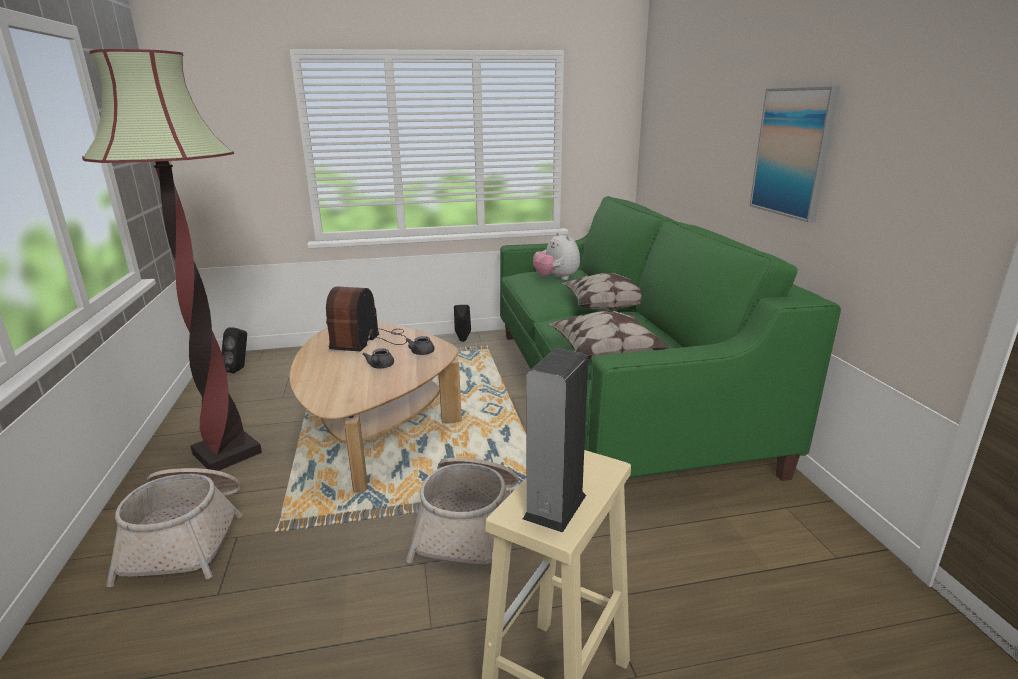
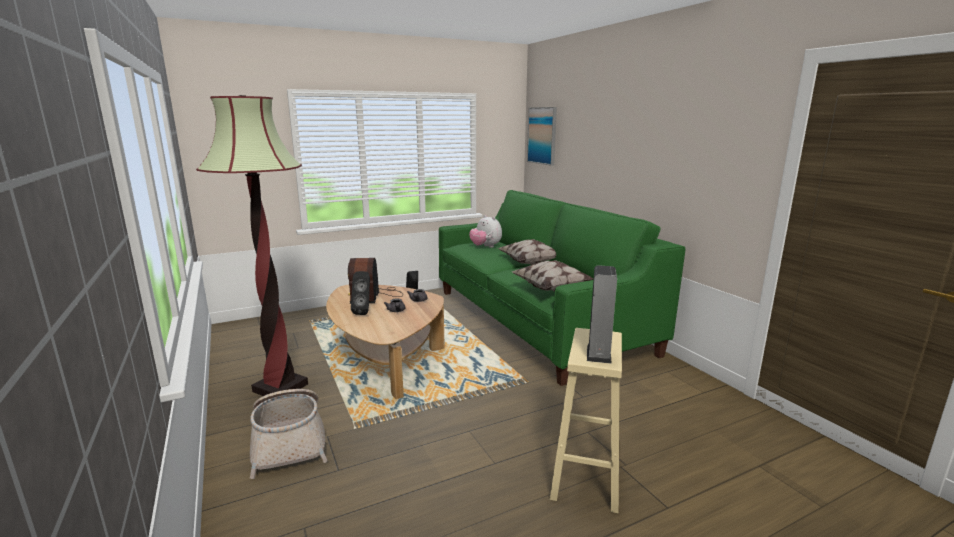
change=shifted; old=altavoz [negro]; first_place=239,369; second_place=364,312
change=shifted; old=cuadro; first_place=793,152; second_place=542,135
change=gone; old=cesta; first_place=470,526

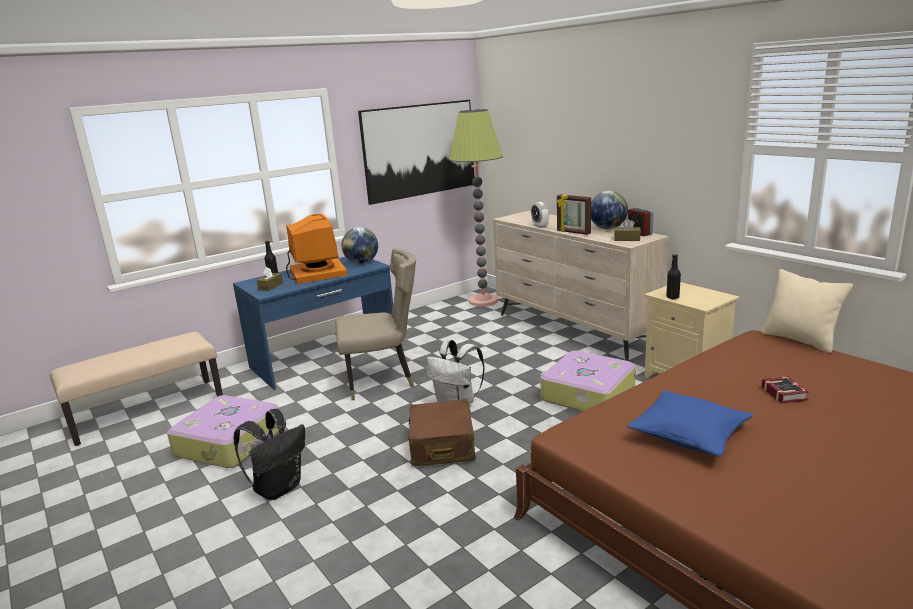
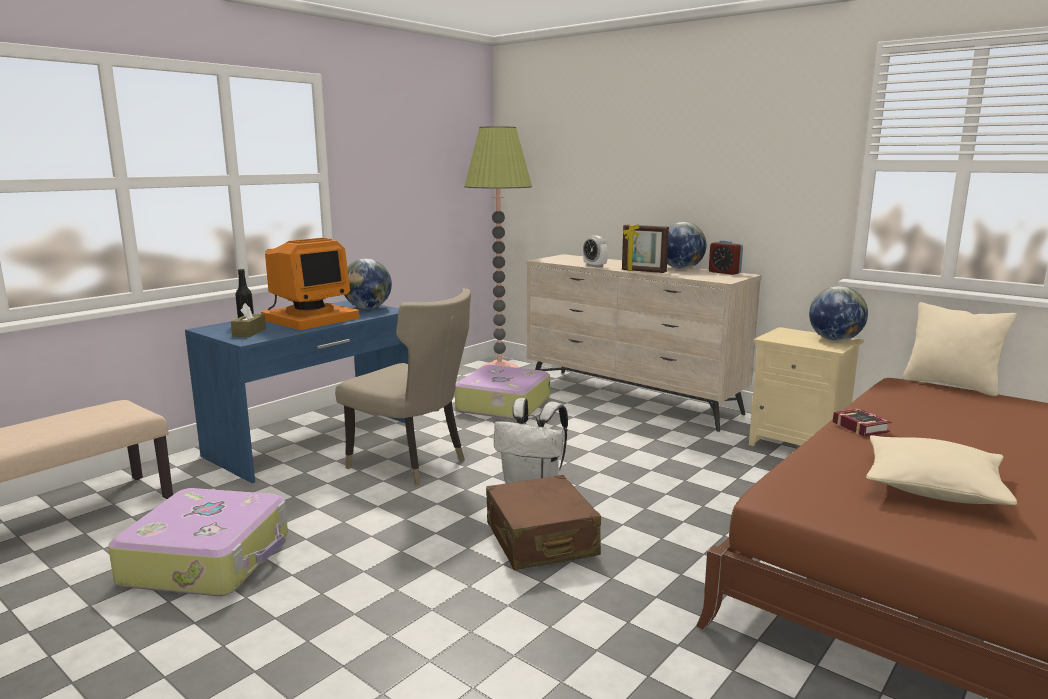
change=rotated; old=monitor; first_place=317,273; second_place=310,318; degrees=75
change=rotated; old=silla [beis]; first_place=383,380; second_place=412,463; degrees=60
change=shifted; old=maleta; first_place=586,394; second_place=502,405
change=new; new=globo terráqueo; second_place=835,340
change=shifted; old=libro; first_place=784,392; second_place=860,426
change=repainted; old=cojín [azul]; new=cojín [beis]; first_place=689,435; second_place=933,487
change=gone; old=mochila [negro]; first_place=278,488
change=gone; old=cuadro; first_place=420,150
change=gone; old=caja de pañuelos [marrón]; first_place=627,239
change=gone; old=botella [negro]; first_place=672,297

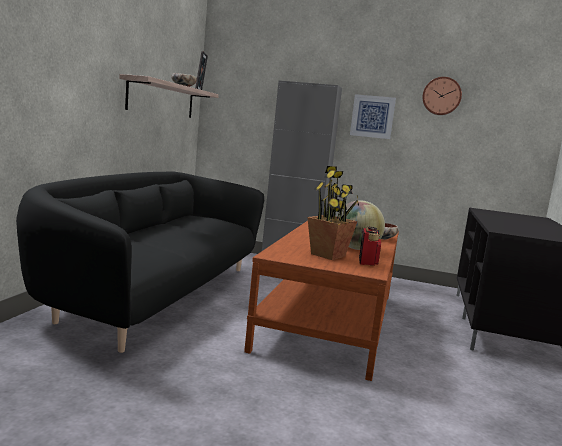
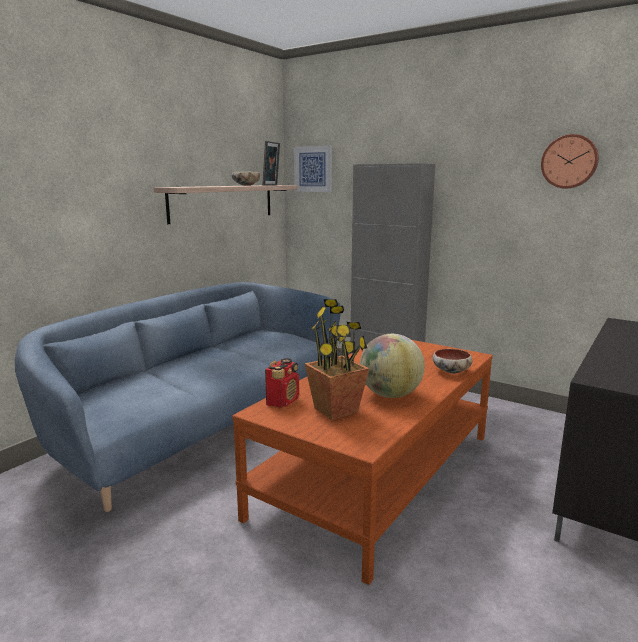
change=repainted; old=sofá [negro]; new=sofá [azul]; first_place=156,293; second_place=200,426
change=shifted; old=radio; first_place=367,262; second_place=283,401
change=shifted; old=cuadro; first_place=372,116; second_place=313,169

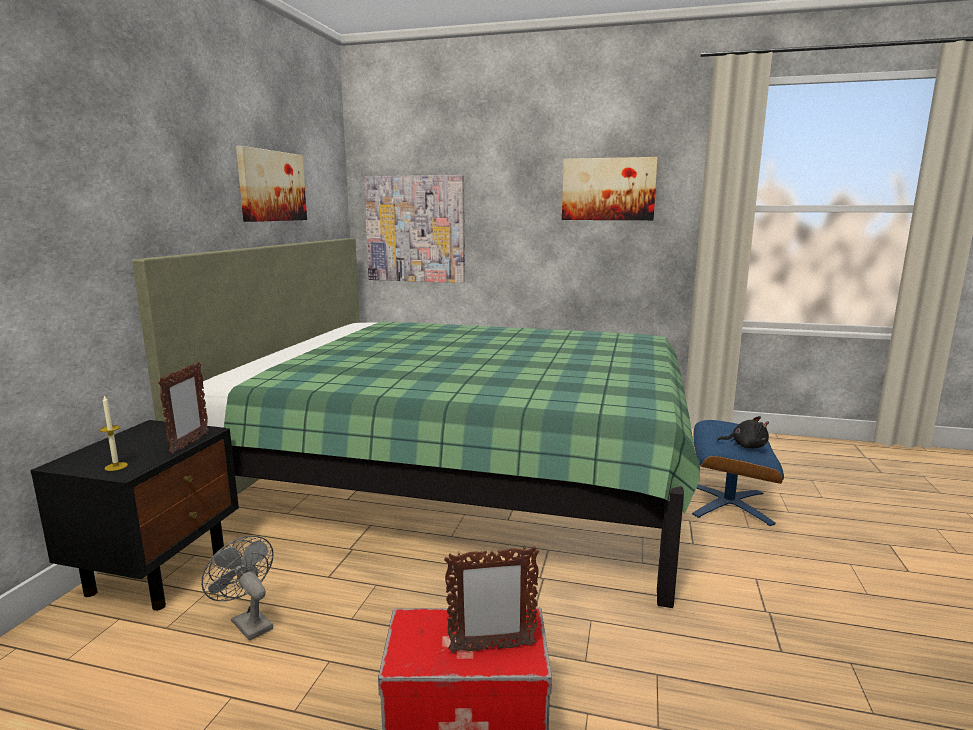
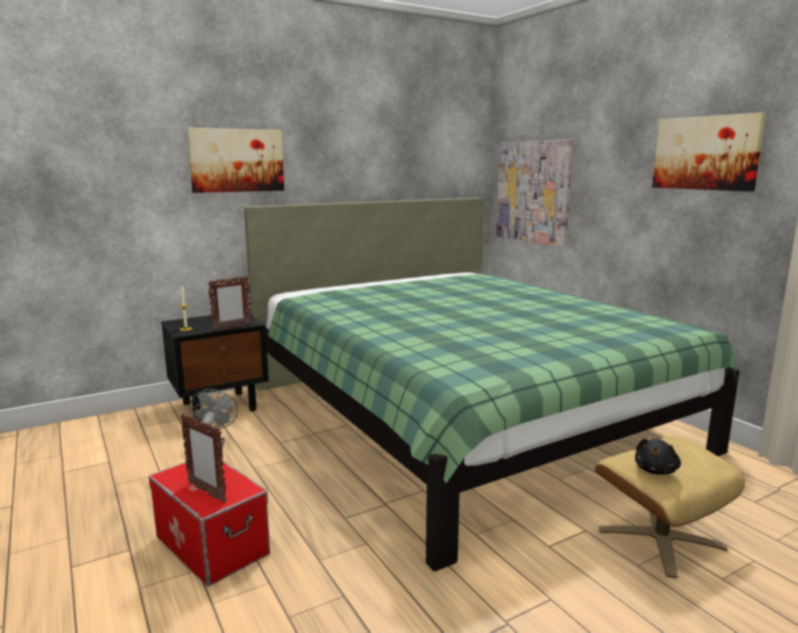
change=shifted; old=cuadro; first_place=271,186; second_place=237,160
change=repainted; old=puf [azul]; new=puf [beis]; first_place=728,503; second_place=660,538
change=rotated; old=peluche [negro]; first_place=745,446; second_place=656,470; degrees=60

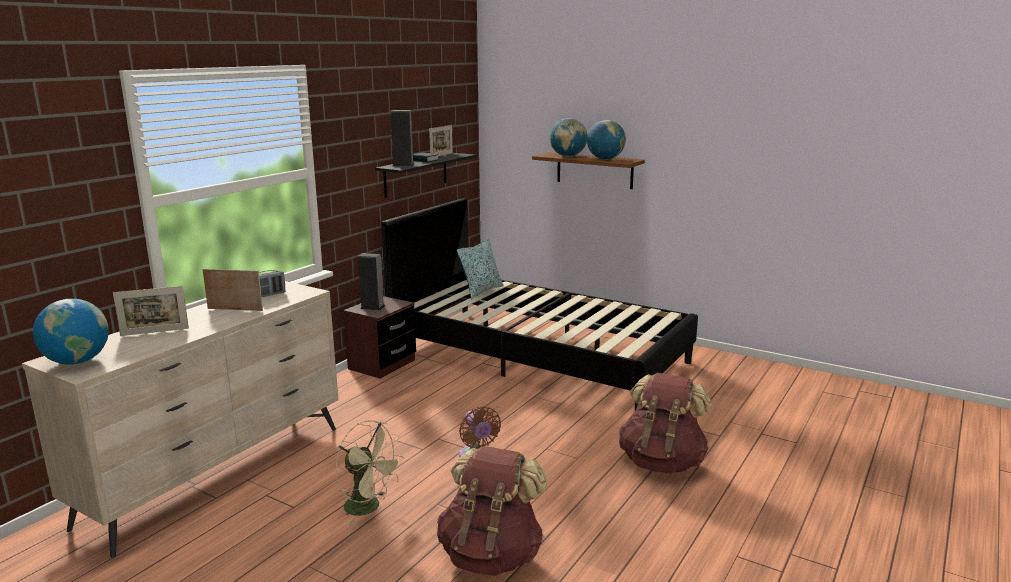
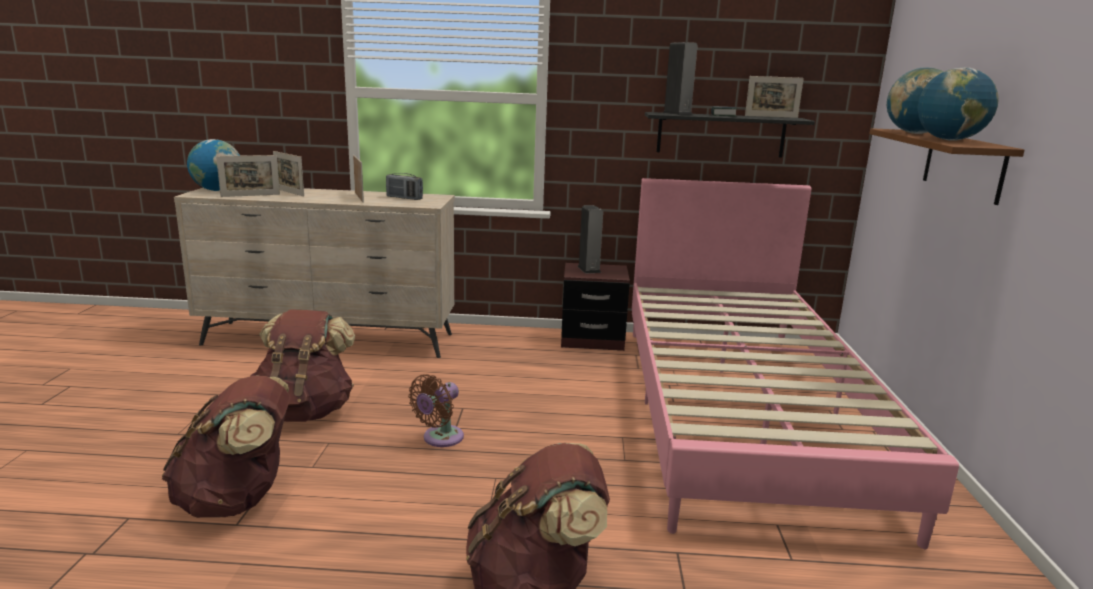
change=new; new=portarretratos; second_place=250,195
change=swapped; old=ventilador [beis]; new=mochila [marrón]; first_place=369,508; second_place=305,412
change=repainted; old=cama [negro]; new=cama [rosa]; first_place=537,355; second_place=740,411
change=gone; old=cojín; first_place=481,291

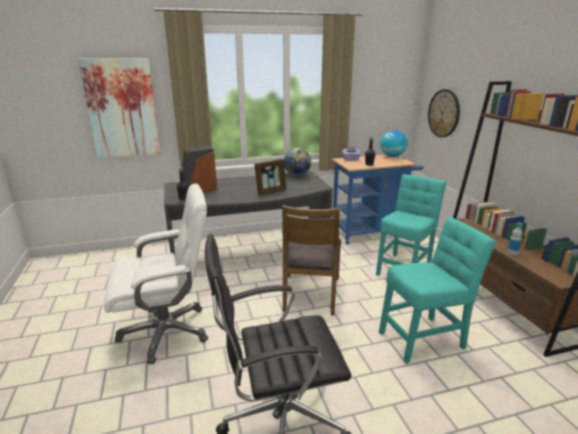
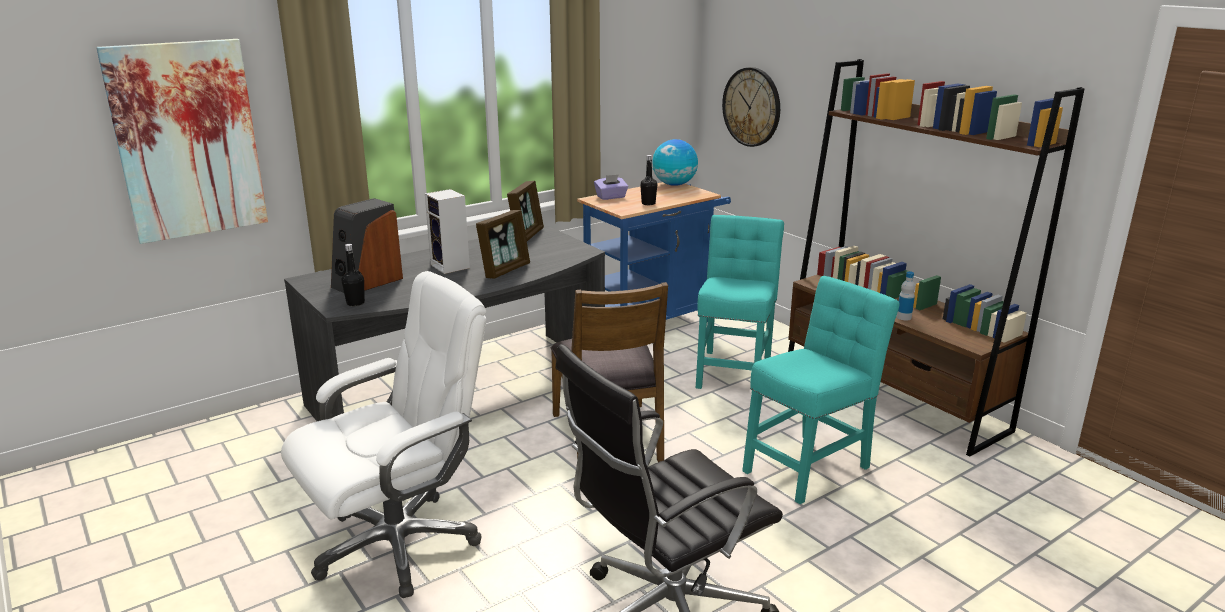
change=new; new=altavoz; second_place=451,267
change=swapped; old=globo terráqueo; new=portarretratos; first_place=297,175; second_place=527,235

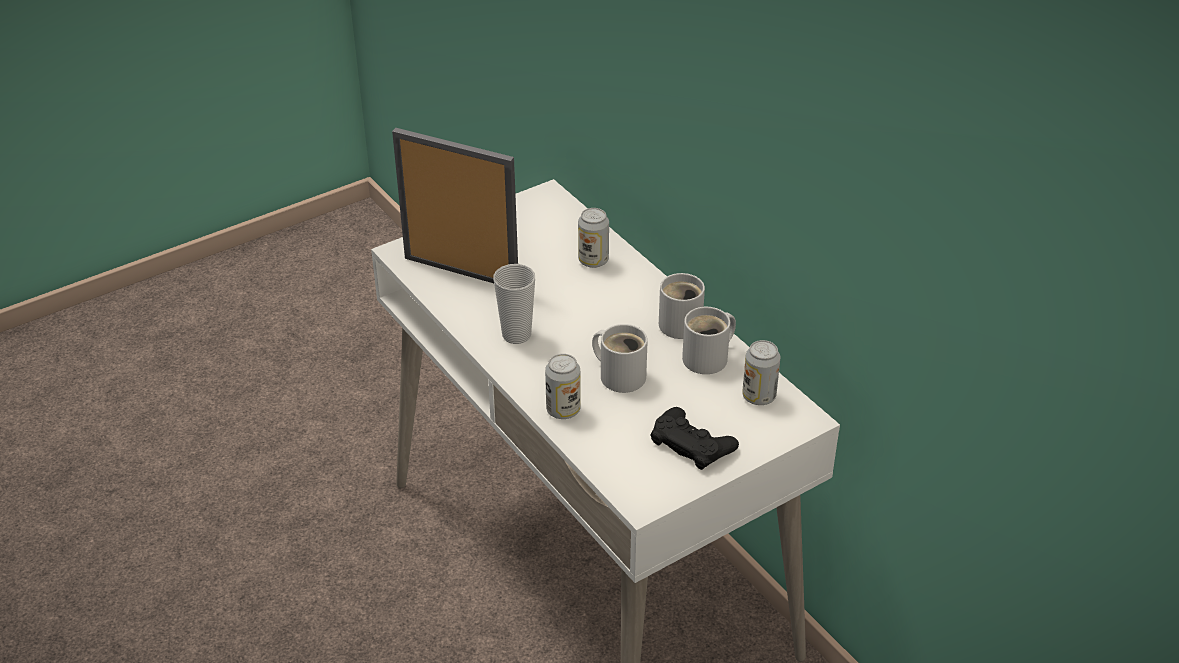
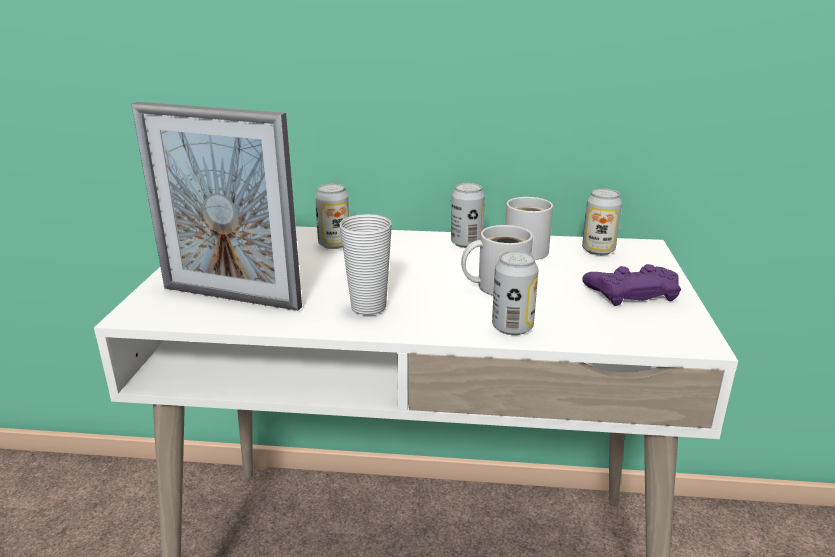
change=rotated; old=portarretratos; first_place=461,271; second_place=231,297; degrees=-135
change=swapped; old=taza grande [blanco]; new=lata; first_place=681,322; second_place=466,243
change=repainted; old=mando de consola [negro]; new=mando de consola [morado]; first_place=692,444; second_place=631,292

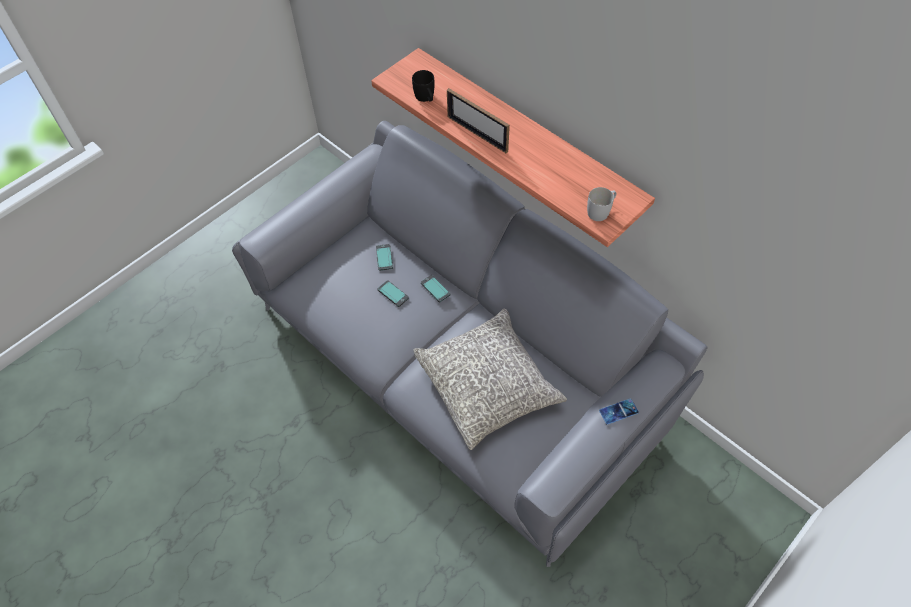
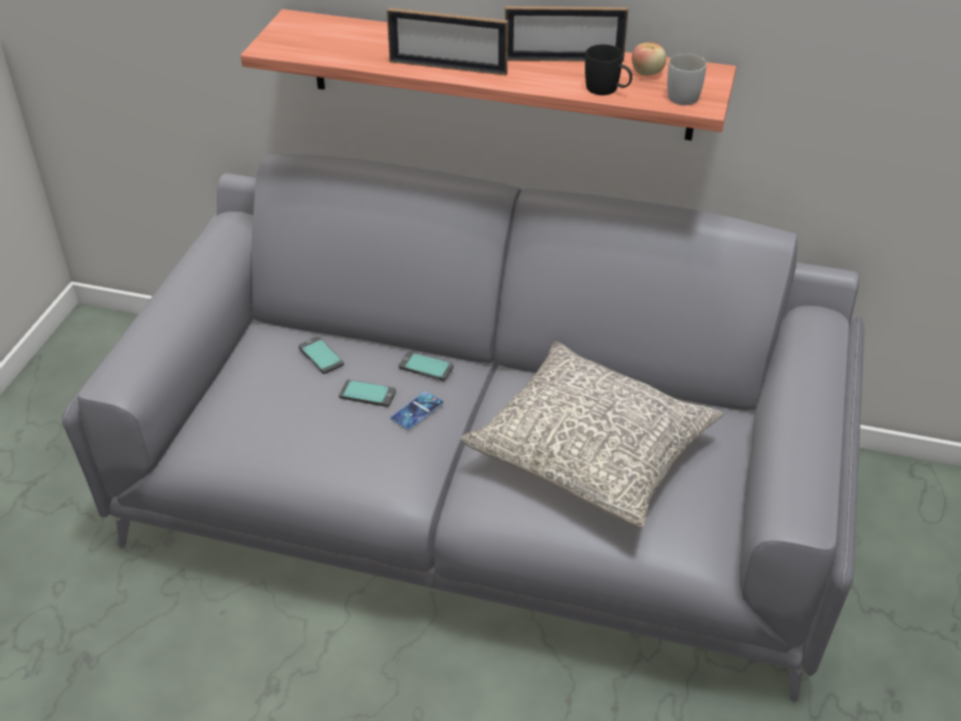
change=shifted; old=móvil; first_place=618,411; second_place=417,411
change=new; new=portarretratos; second_place=563,60
change=shifted; old=taza grande [negro]; first_place=426,98; second_place=607,90
change=new; new=manzana; second_place=647,73

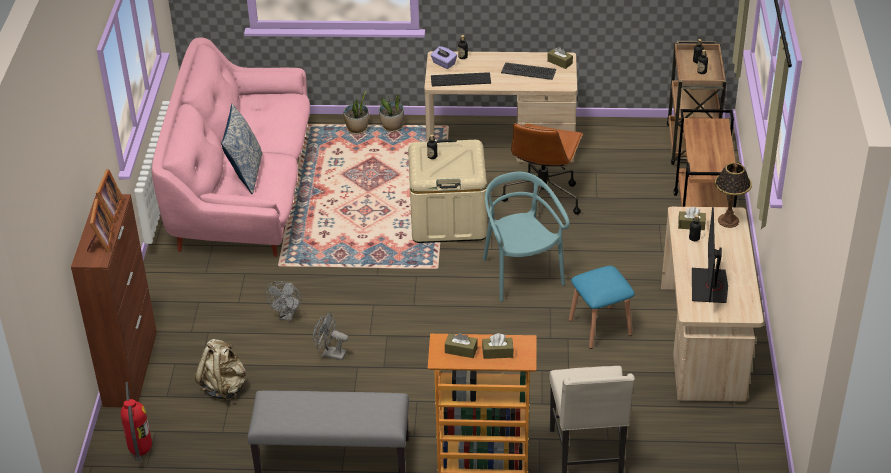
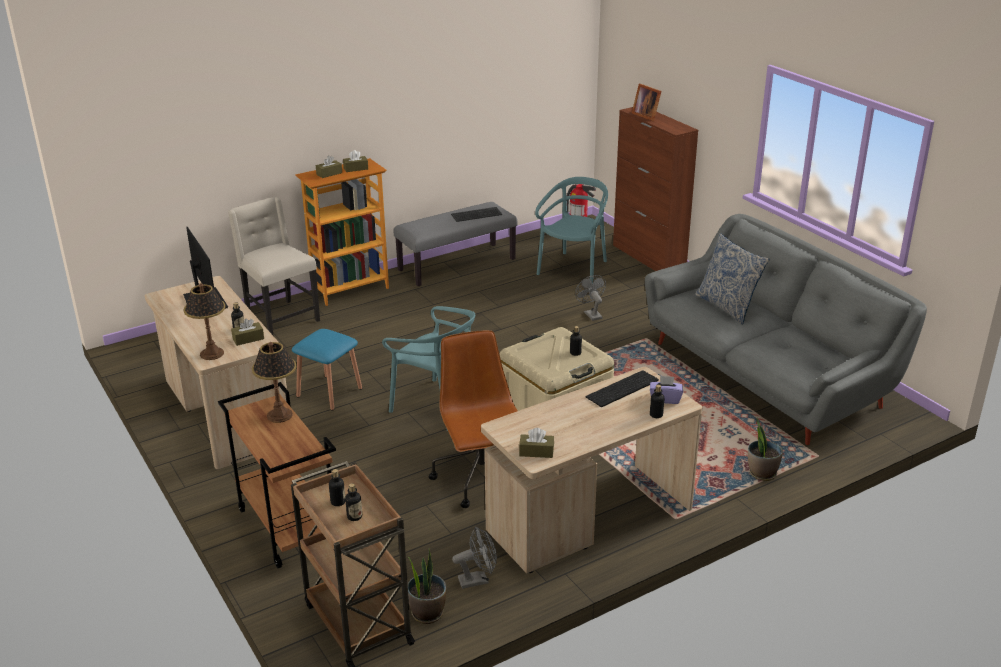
change=new; new=lámpara de mesa; second_place=280,415
change=shifted; old=planta en maceta; first_place=392,127; second_place=427,613
change=shifted; old=teclado; first_place=528,71; second_place=476,215
change=shifted; old=ventilador [gris]; first_place=330,354; second_place=478,580
change=swapped; old=mochila [beis]; new=silla [turquesa]; first_place=224,387; second_place=574,269
change=repainted; old=sofá [rosa]; new=sofá [gris]; first_place=243,190; second_place=766,377
change=gone; old=portarretratos; first_place=109,211

